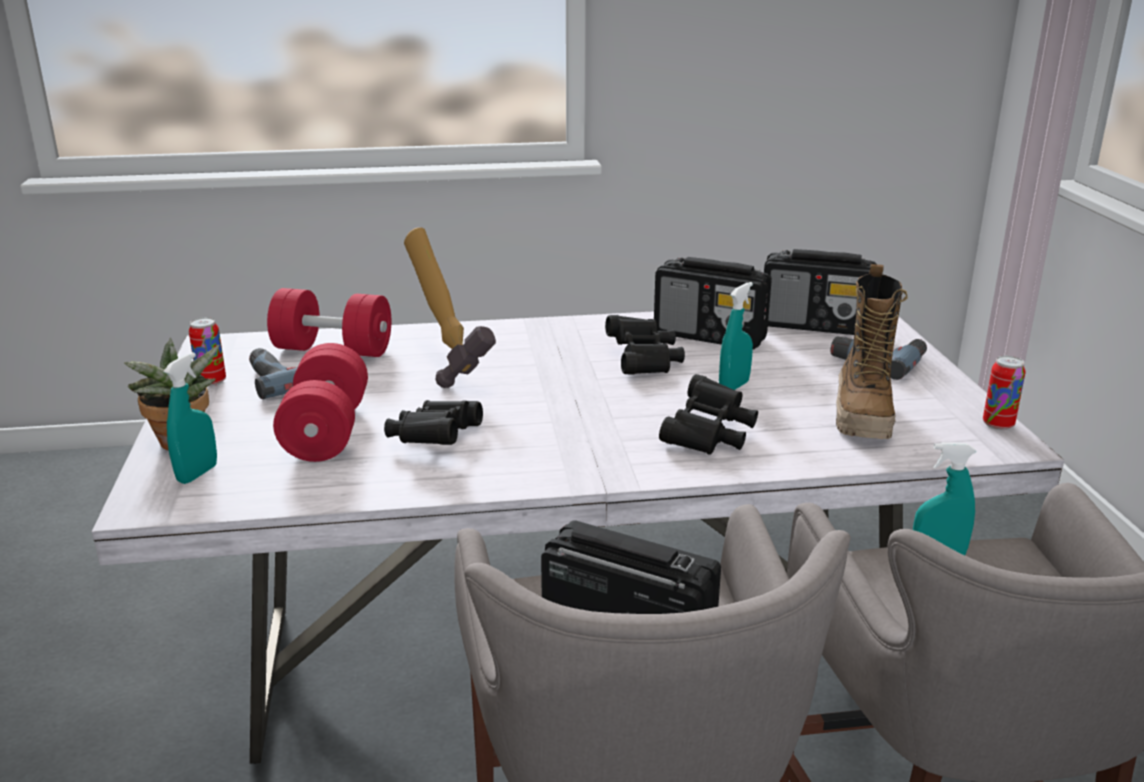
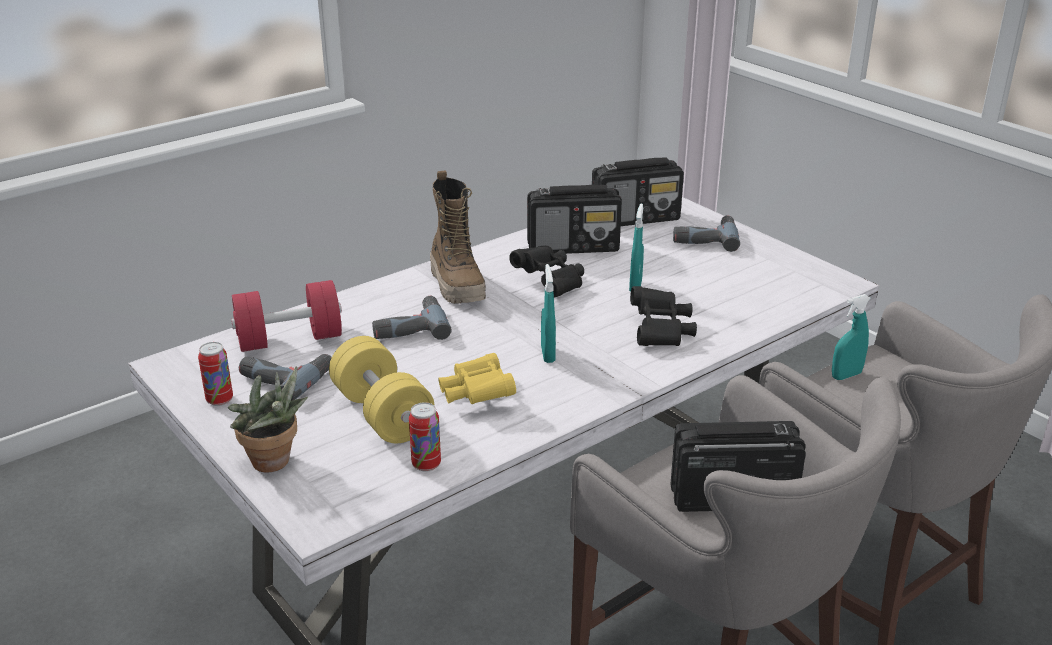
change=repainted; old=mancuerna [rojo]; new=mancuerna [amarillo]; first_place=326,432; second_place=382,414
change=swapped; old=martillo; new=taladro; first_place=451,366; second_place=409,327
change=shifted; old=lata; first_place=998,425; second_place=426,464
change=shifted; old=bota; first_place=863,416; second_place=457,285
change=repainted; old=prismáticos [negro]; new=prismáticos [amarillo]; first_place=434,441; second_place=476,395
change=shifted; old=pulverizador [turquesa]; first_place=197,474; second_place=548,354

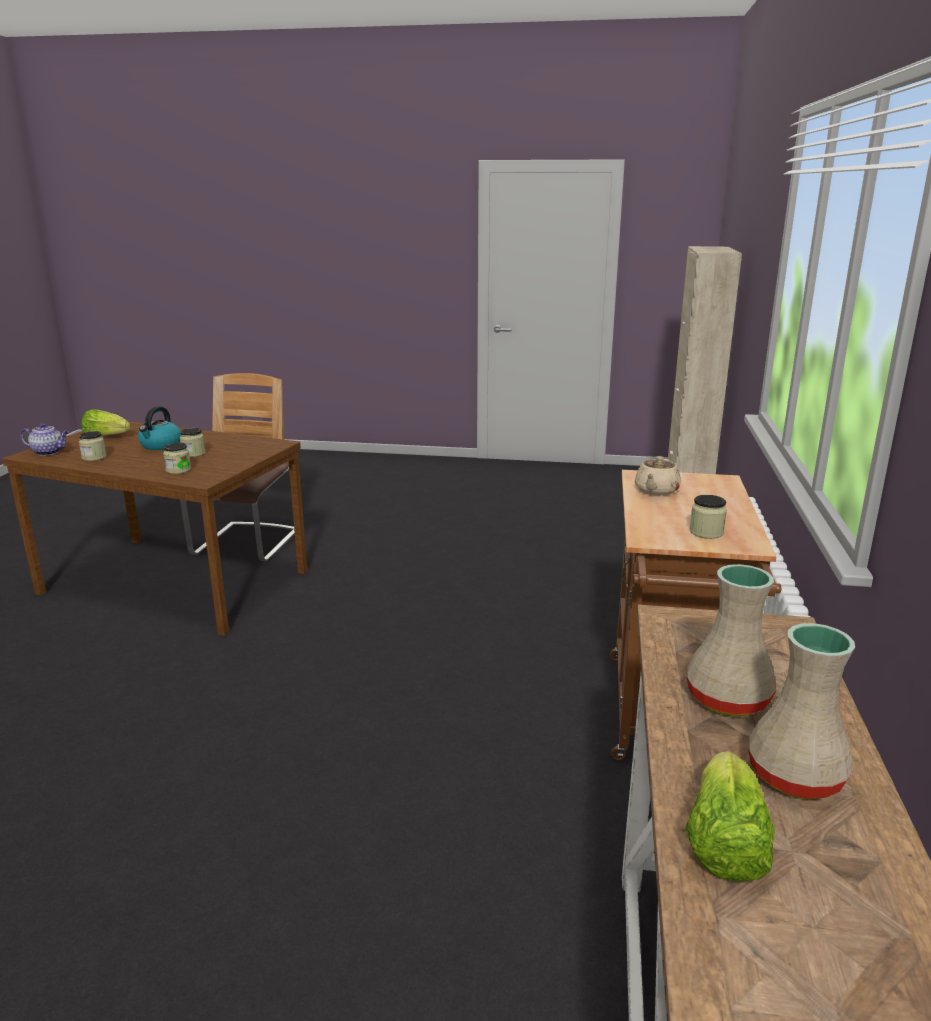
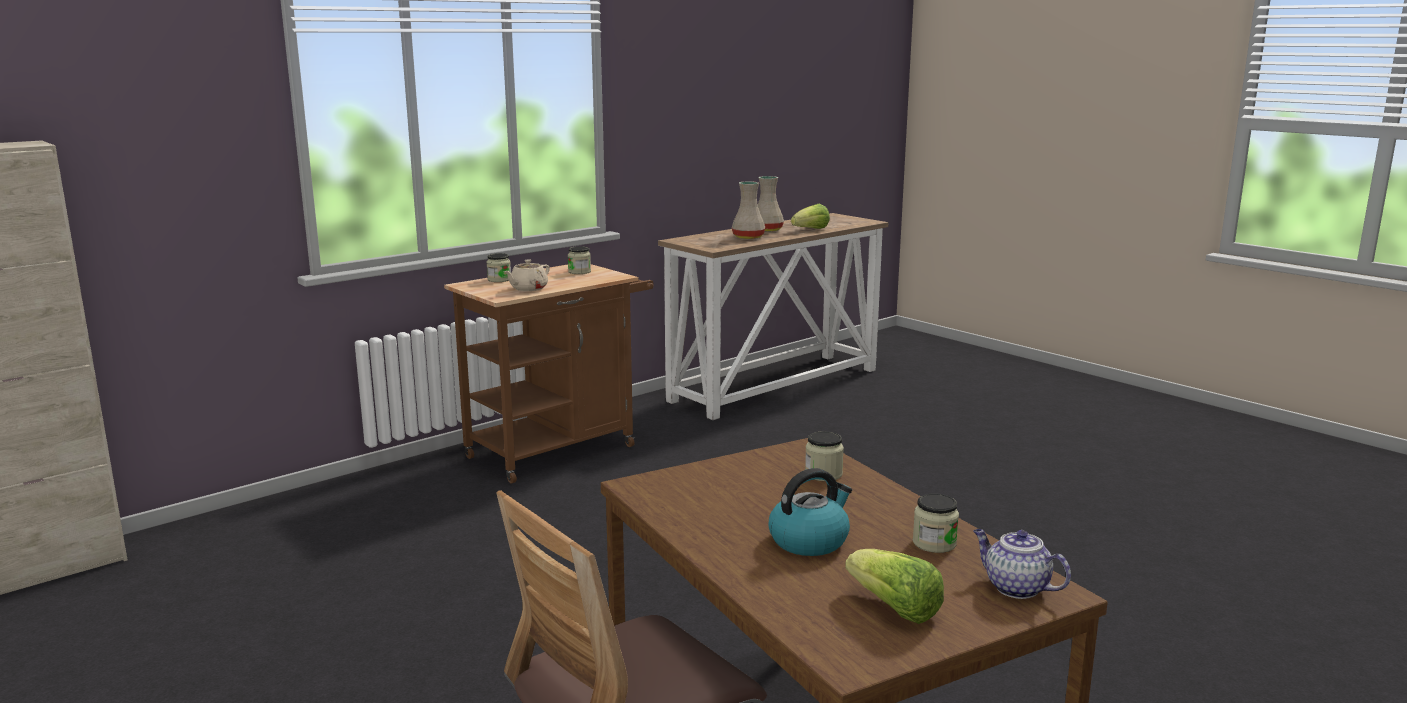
change=shifted; old=tarro; first_place=193,453; second_place=499,279
change=rotated; old=tetera [beis]; first_place=656,491; second_place=528,289; degrees=150

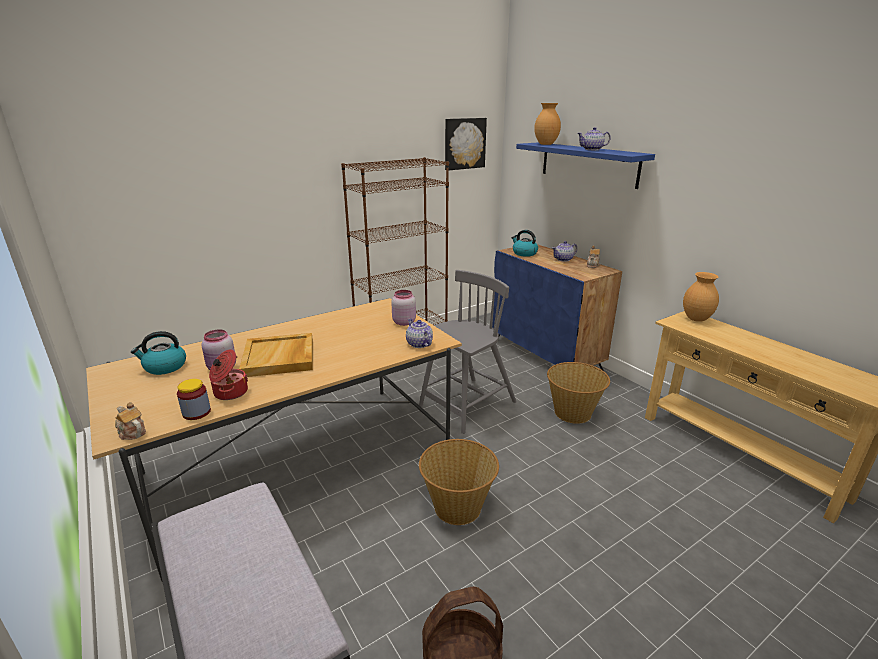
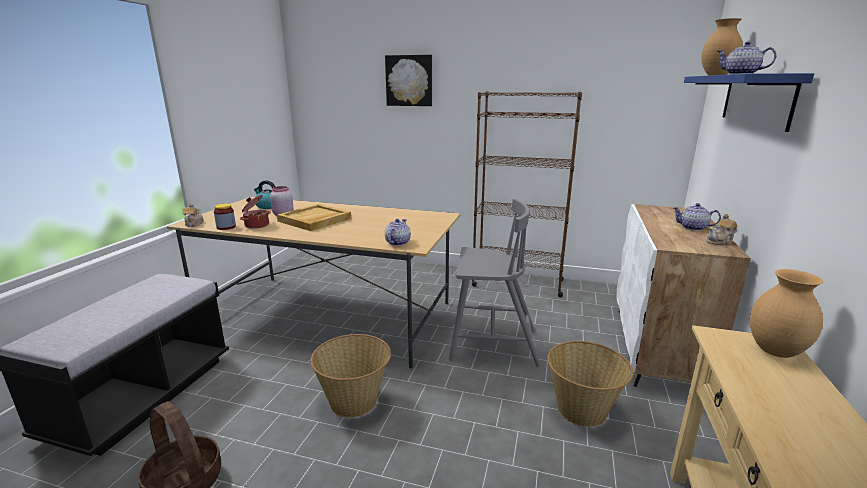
change=shifted; old=cuadro; first_place=464,143; second_place=409,80
change=repainted; old=armario [azul]; new=armario [blanco]; first_place=546,354; second_place=656,348
change=gone; old=tarro [rosa]; first_place=403,322
change=gone; old=hervidor; first_place=524,253

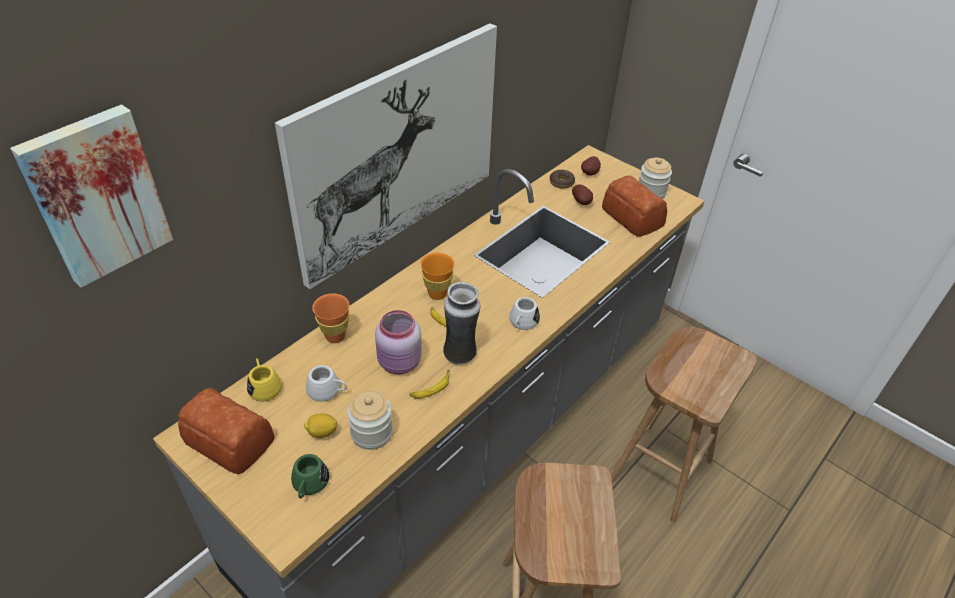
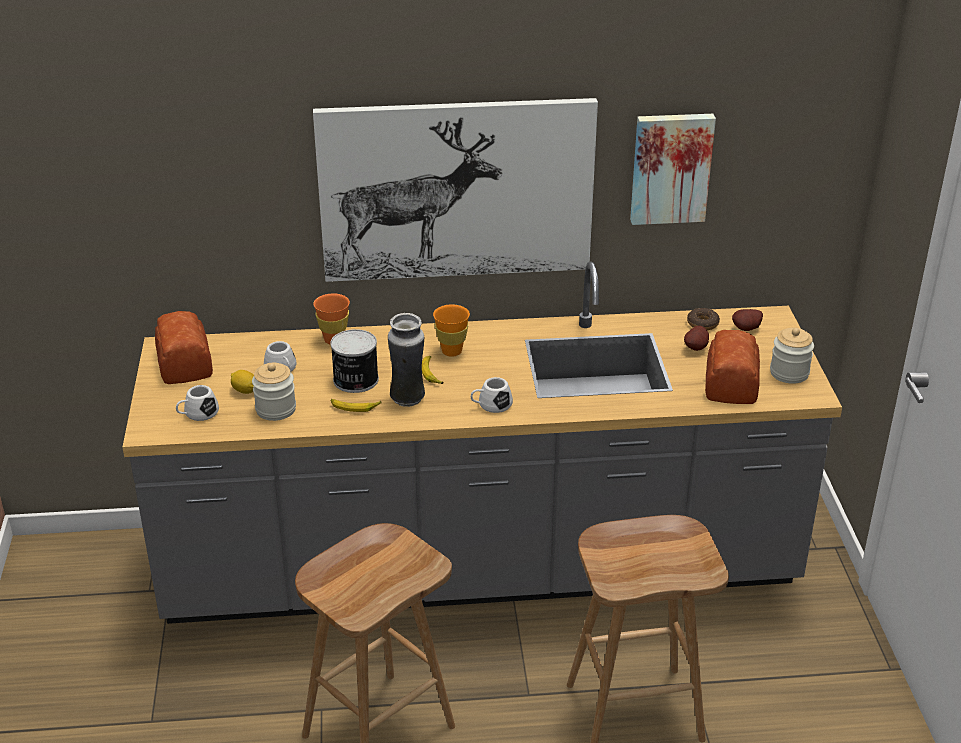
change=repainted; old=taza grande [verde]; new=taza grande [blanco]; first_place=309,485; second_place=197,414
change=swapped; old=tarro [rosa]; new=lata; first_place=399,363; second_place=355,380
change=shifted; old=cuadro; first_place=96,195; second_place=670,167
change=gone; old=taza grande [amarillo]; first_place=264,386

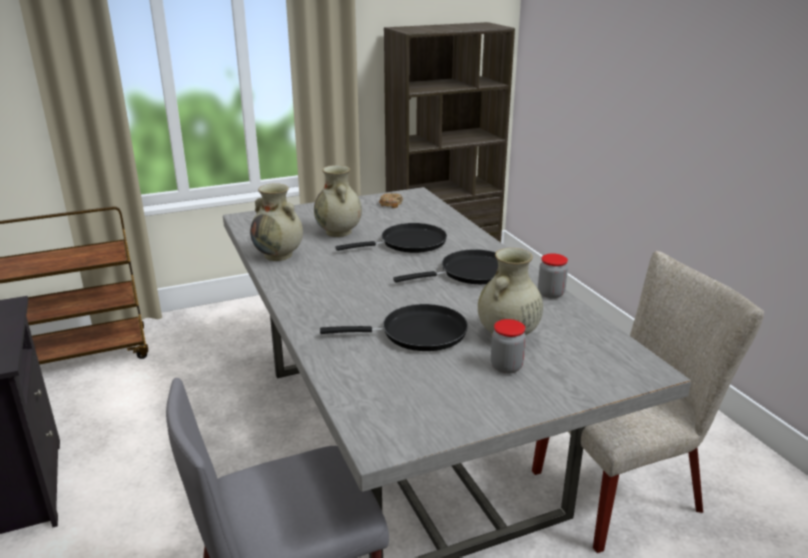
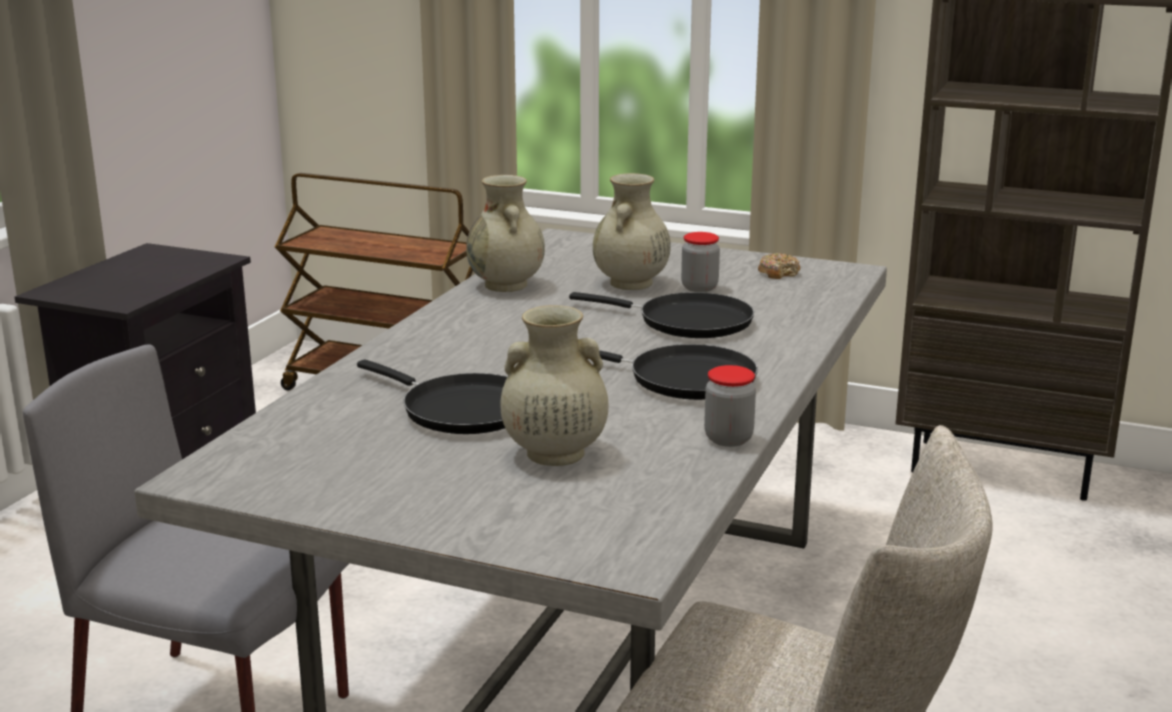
change=shifted; old=tarro; first_place=506,367; second_place=699,288

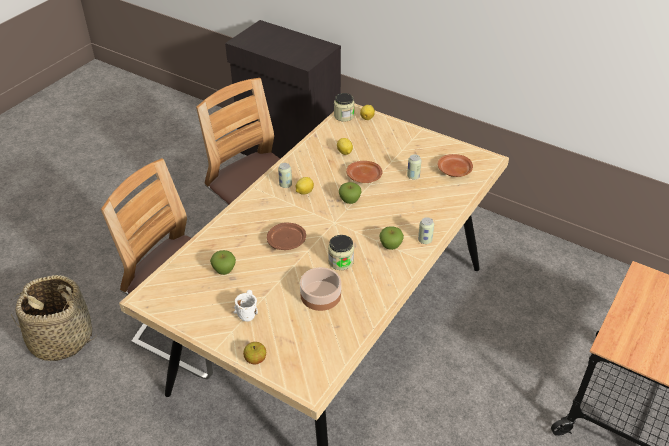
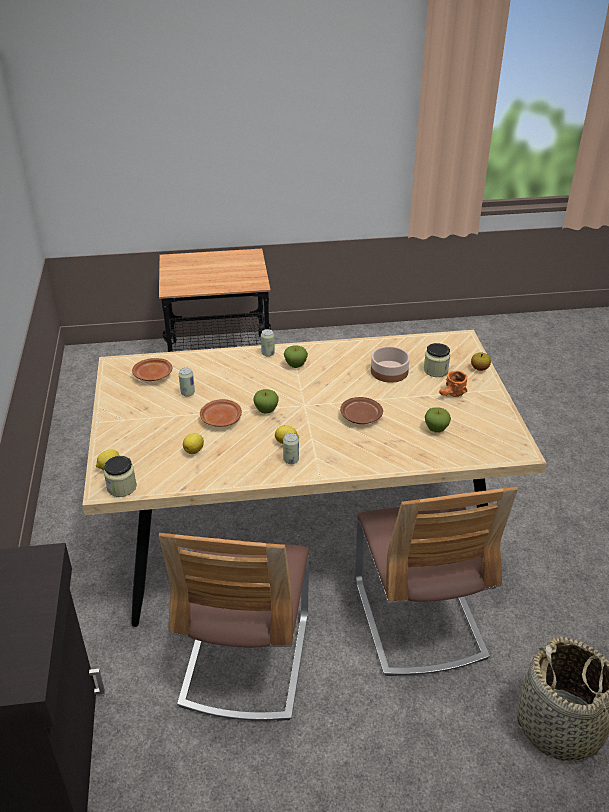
change=shifted; old=tarro; first_place=341,261; second_place=435,370
change=repainted; old=taza grande [blanco]; new=taza grande [naranja]; first_place=246,310; second_place=452,395

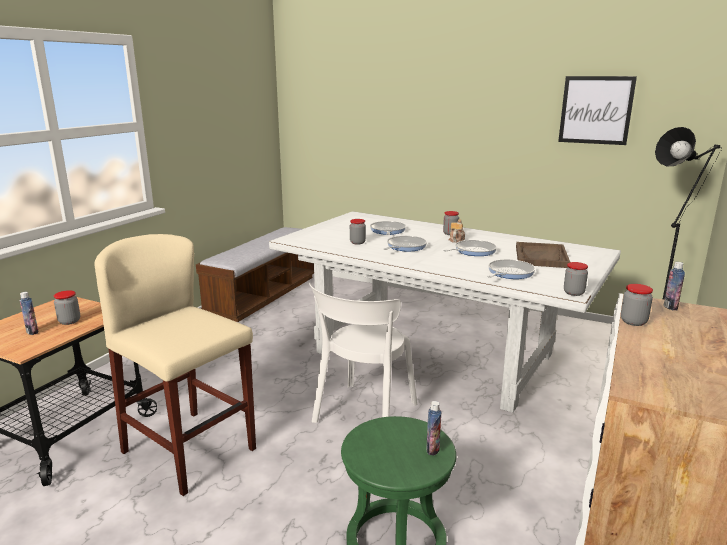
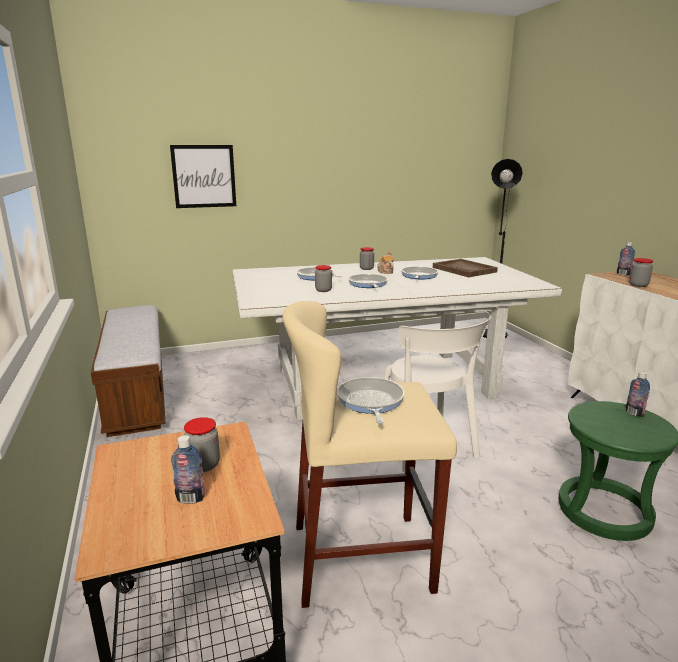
change=shifted; old=cuadro; first_place=596,110; second_place=204,176
change=shifted; old=sartén; first_place=509,273; second_place=370,402
change=gone; old=tarro; first_place=573,293

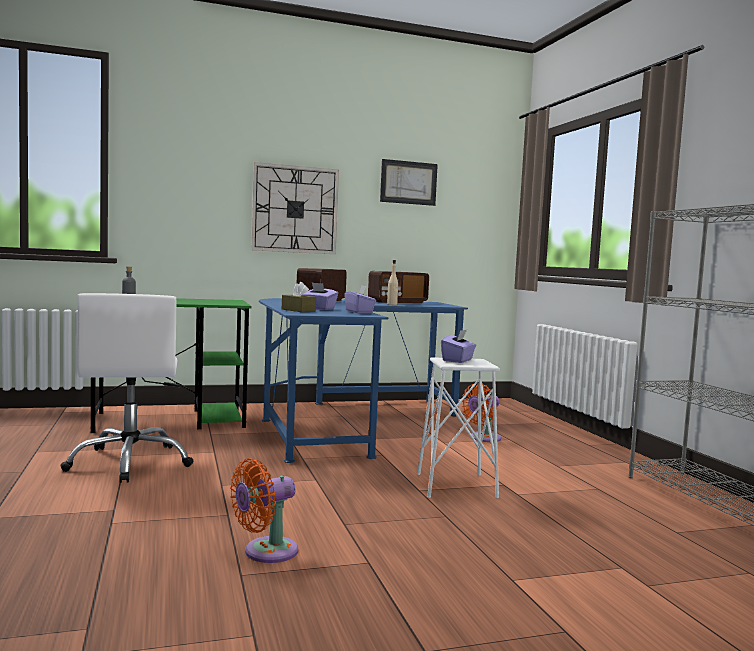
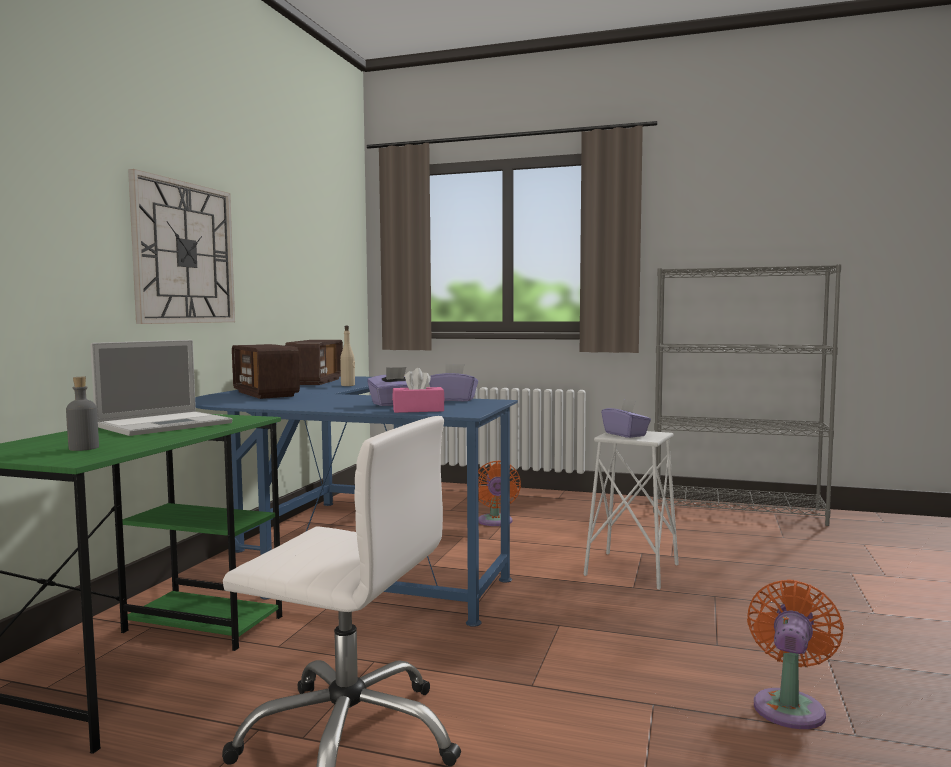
change=new; new=portátil; second_place=166,424
change=repainted; old=caja de pañuelos [marrón]; new=caja de pañuelos [rosa]; first_place=298,310; second_place=418,410
change=rotated; old=ventilador [naranja]; first_place=265,552; second_place=789,706; degrees=-150
change=gone; old=cuadro; first_place=408,182

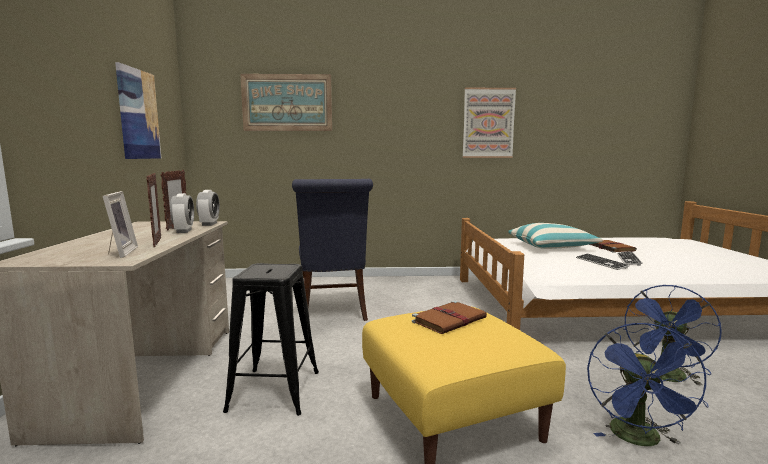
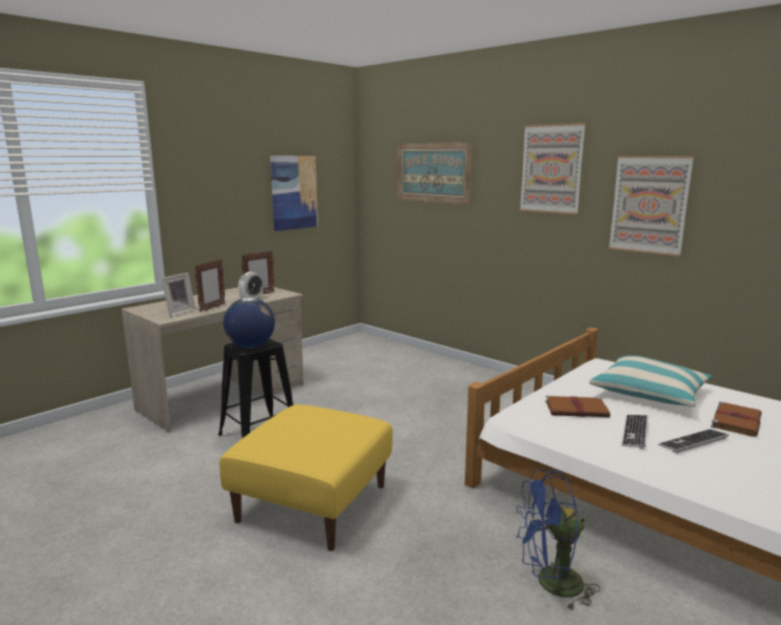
change=new; new=globo terráqueo; second_place=250,346
change=new; new=cuadro; second_place=551,169
change=shifted; old=libro [marrón]; first_place=450,320; second_place=577,409
change=gone; old=despertador; first_place=209,224
change=gone; old=silla [azul]; first_place=334,312
change=gone; old=ventilador [azul]; first_place=639,440

